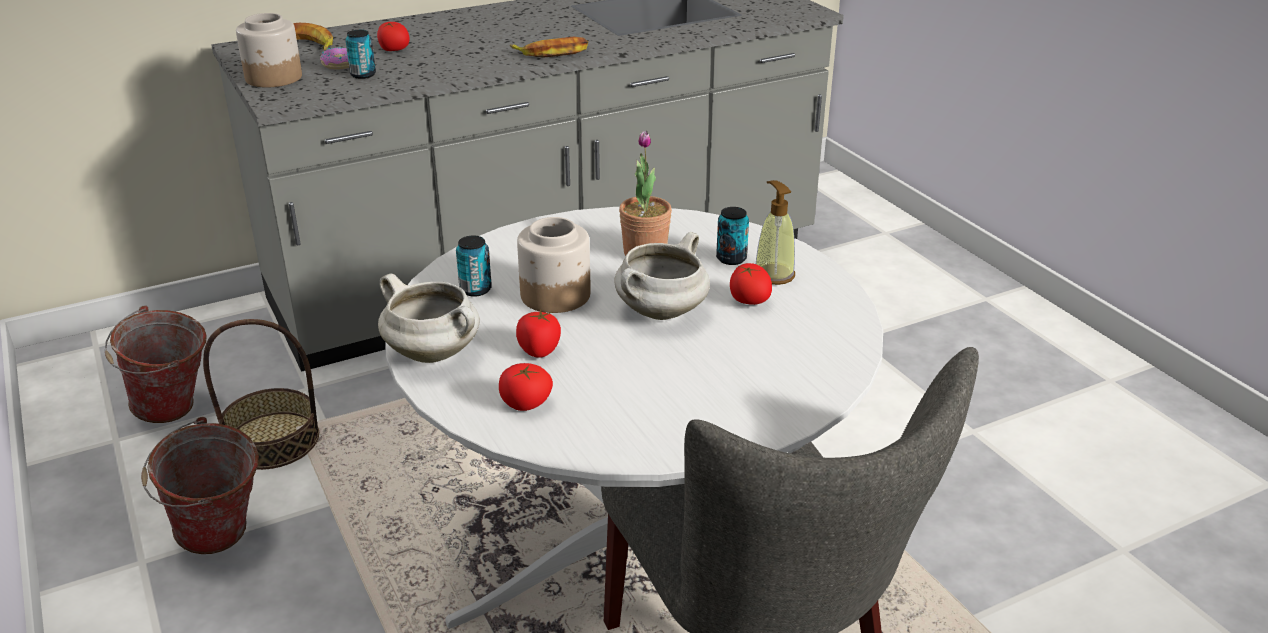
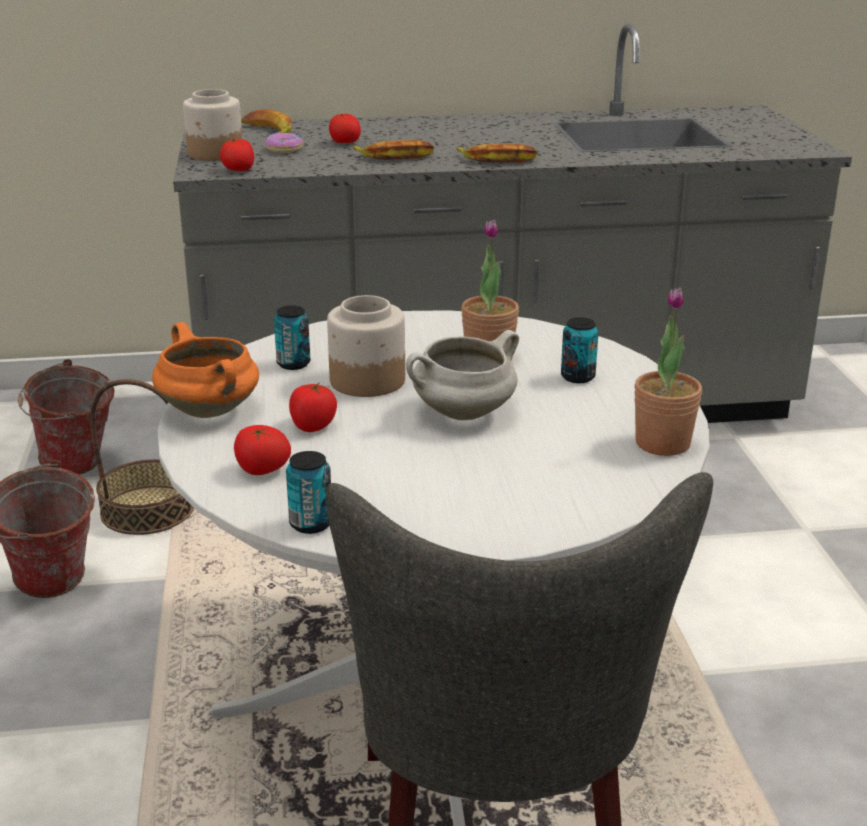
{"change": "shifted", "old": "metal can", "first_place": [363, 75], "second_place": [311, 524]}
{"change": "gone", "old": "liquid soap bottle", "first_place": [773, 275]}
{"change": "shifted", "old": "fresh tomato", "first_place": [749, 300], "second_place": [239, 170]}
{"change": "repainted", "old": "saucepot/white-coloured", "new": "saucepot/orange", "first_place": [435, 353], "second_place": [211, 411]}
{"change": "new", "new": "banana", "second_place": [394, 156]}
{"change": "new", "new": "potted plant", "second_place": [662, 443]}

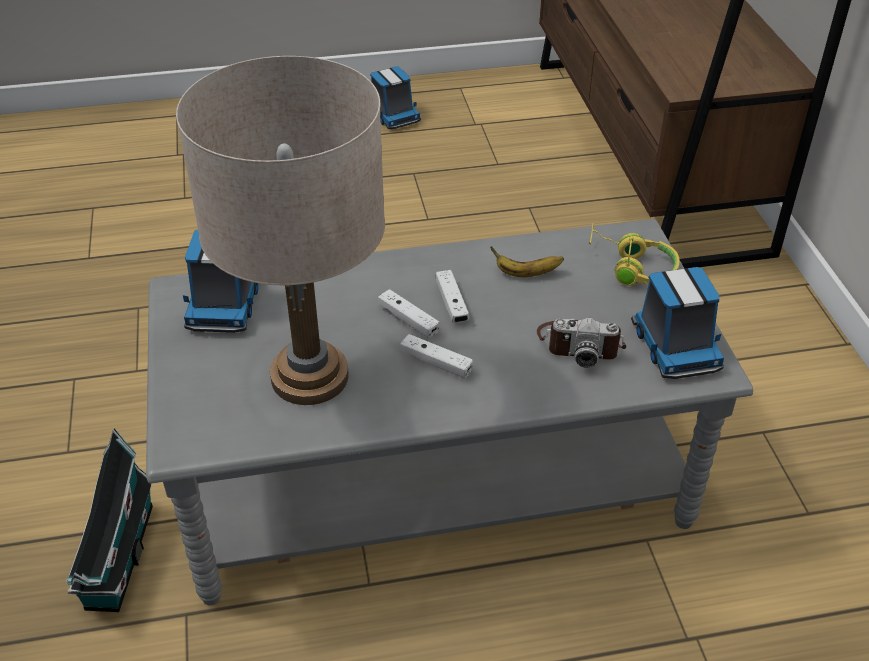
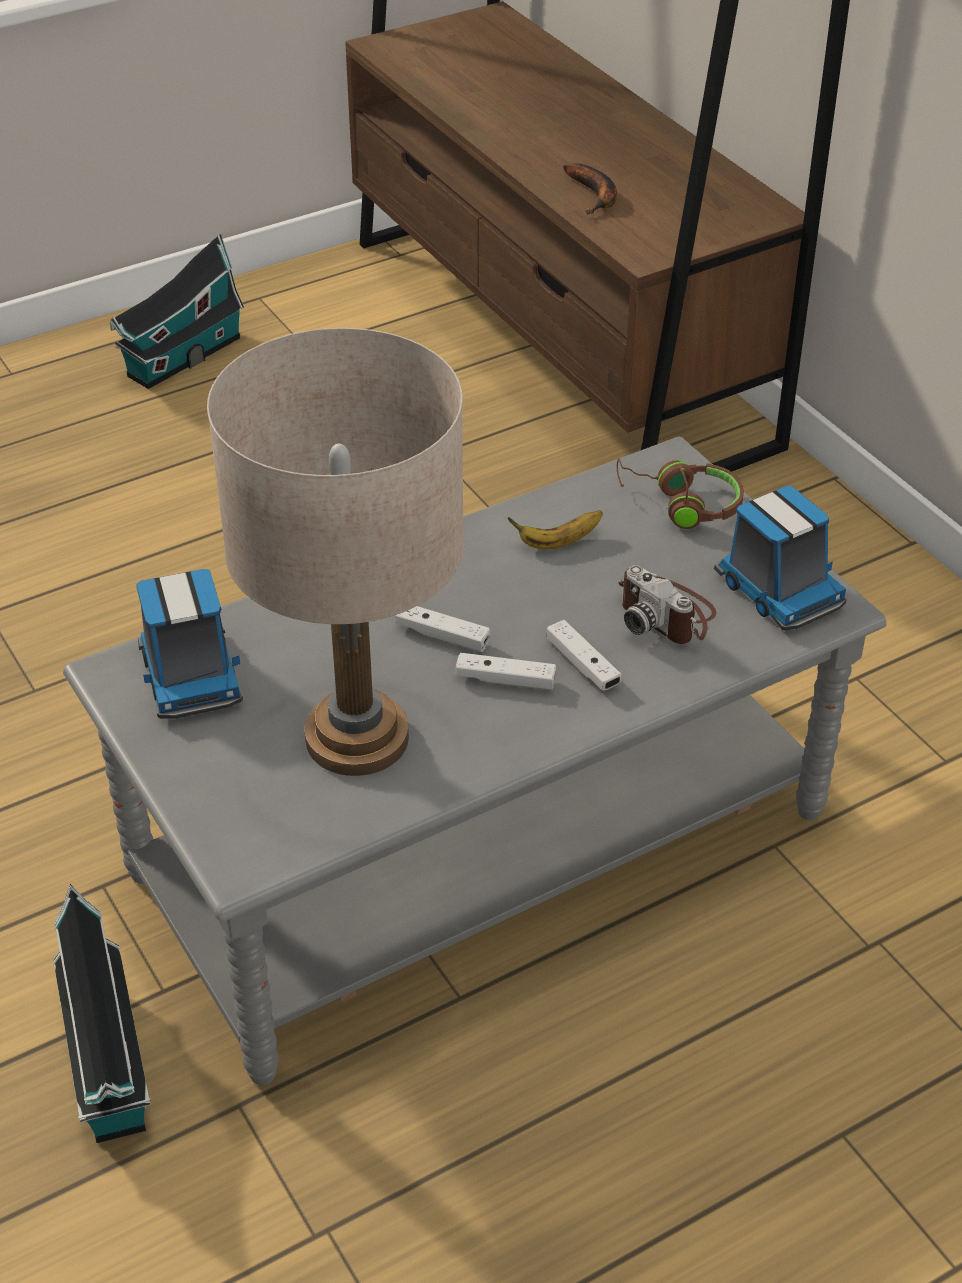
{"change": "swapped", "old": "toy truck", "new": "miniature house", "first_place": [393, 115], "second_place": [180, 359]}
{"change": "repainted", "old": "headset/yellowish", "new": "headset/brown-coloured", "first_place": [631, 267], "second_place": [681, 504]}
{"change": "shifted", "old": "joypad/white-coloured", "first_place": [451, 303], "second_place": [582, 665]}
{"change": "rotated", "old": "still camera", "first_place": [580, 344], "second_place": [666, 614], "degrees": 60}
{"change": "new", "new": "banana", "second_place": [595, 195]}

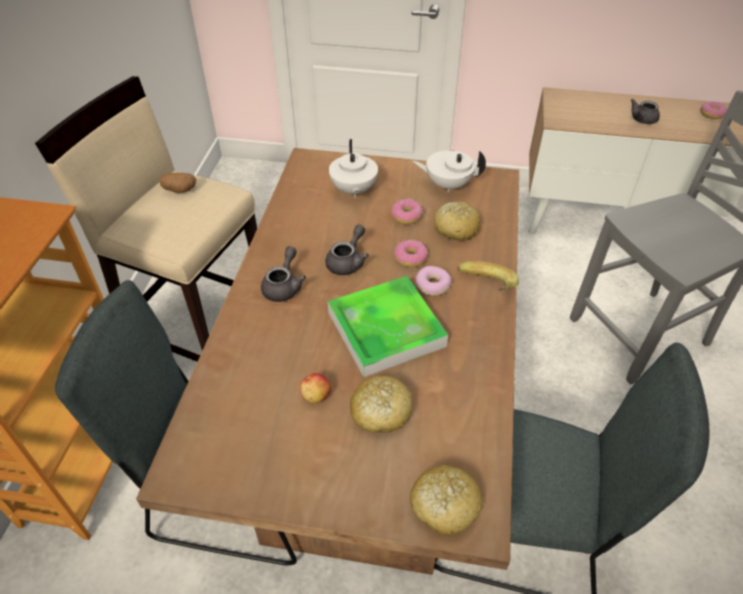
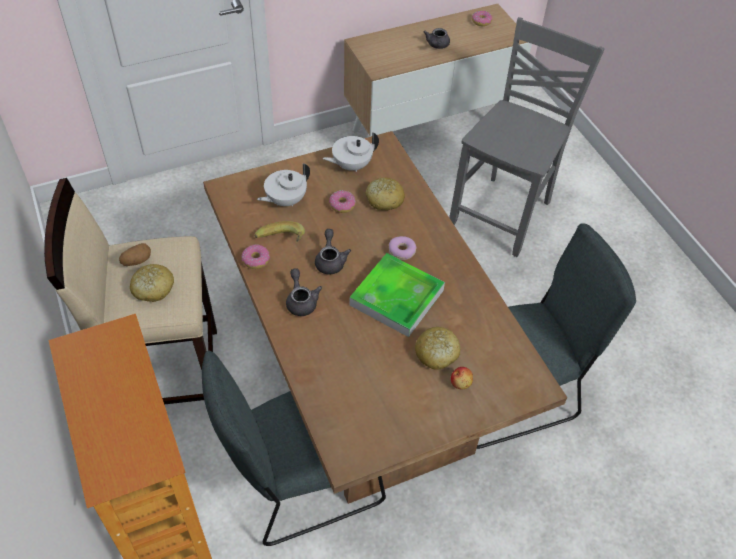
{"change": "rotated", "old": "pot for tea/white-coloured", "first_place": [353, 190], "second_place": [285, 200], "degrees": 90}
{"change": "shifted", "old": "doughnut", "first_place": [410, 258], "second_place": [256, 260]}
{"change": "shifted", "old": "banana", "first_place": [485, 289], "second_place": [282, 243]}
{"change": "shifted", "old": "whole apple", "first_place": [316, 395], "second_place": [461, 383]}
{"change": "shifted", "old": "baked bread", "first_place": [444, 505], "second_place": [153, 288]}

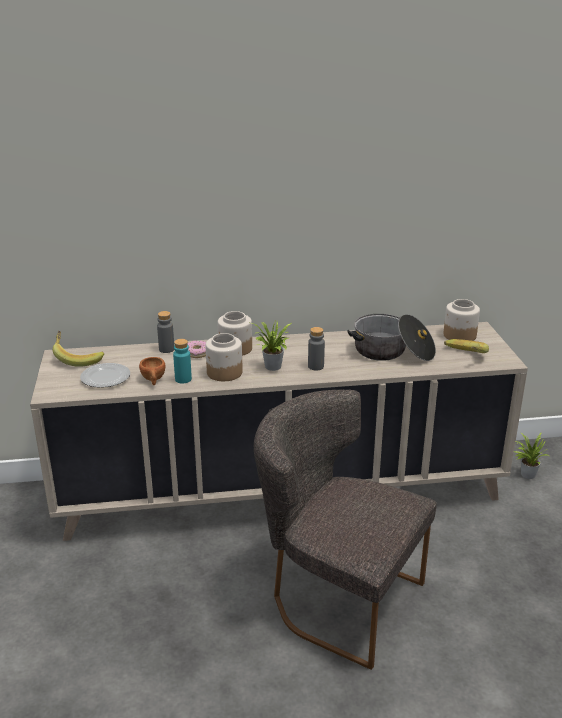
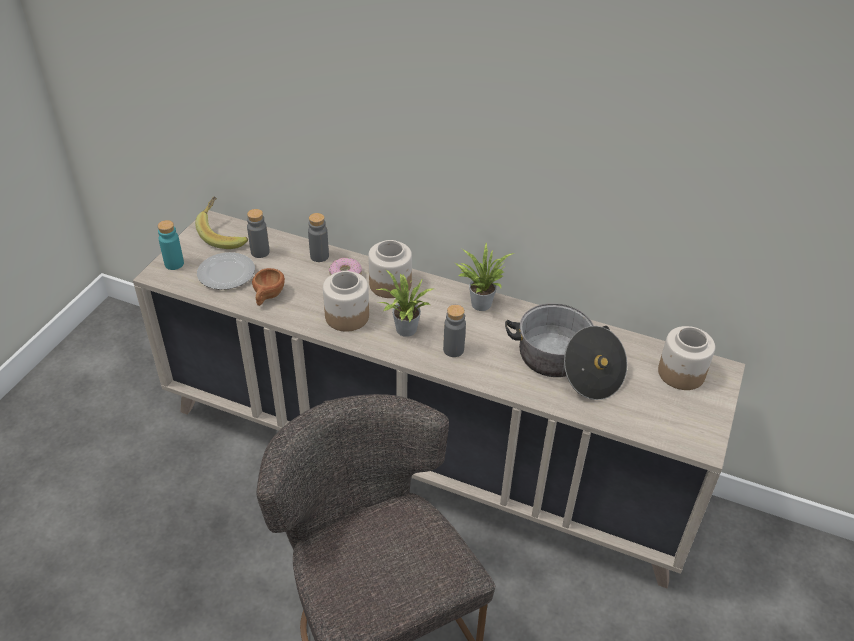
{"change": "shifted", "old": "beverage bottle/turquoise", "first_place": [183, 379], "second_place": [174, 264]}
{"change": "gone", "old": "banana", "first_place": [463, 357]}
{"change": "shifted", "old": "potted plant", "first_place": [526, 474], "second_place": [479, 302]}
{"change": "new", "new": "beverage bottle/grey", "second_place": [260, 252]}

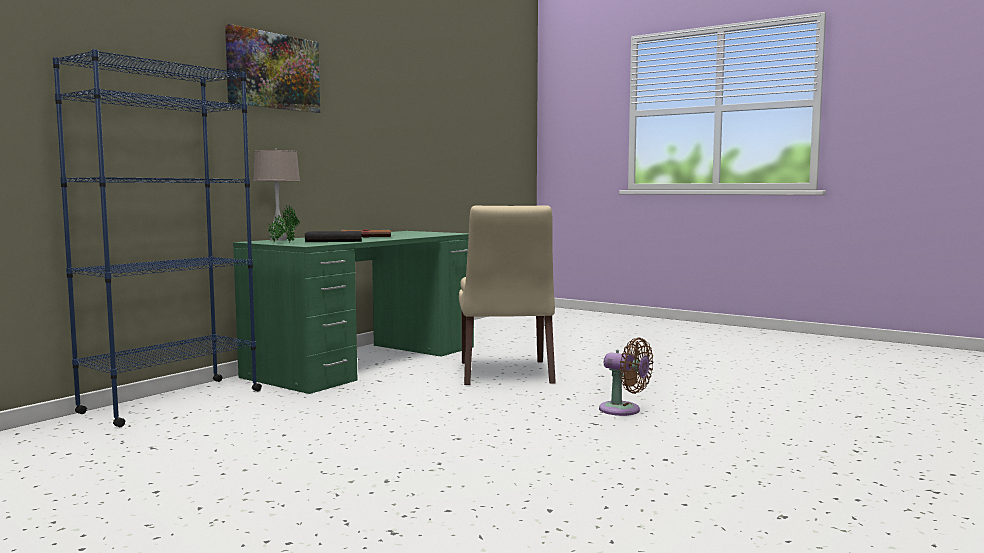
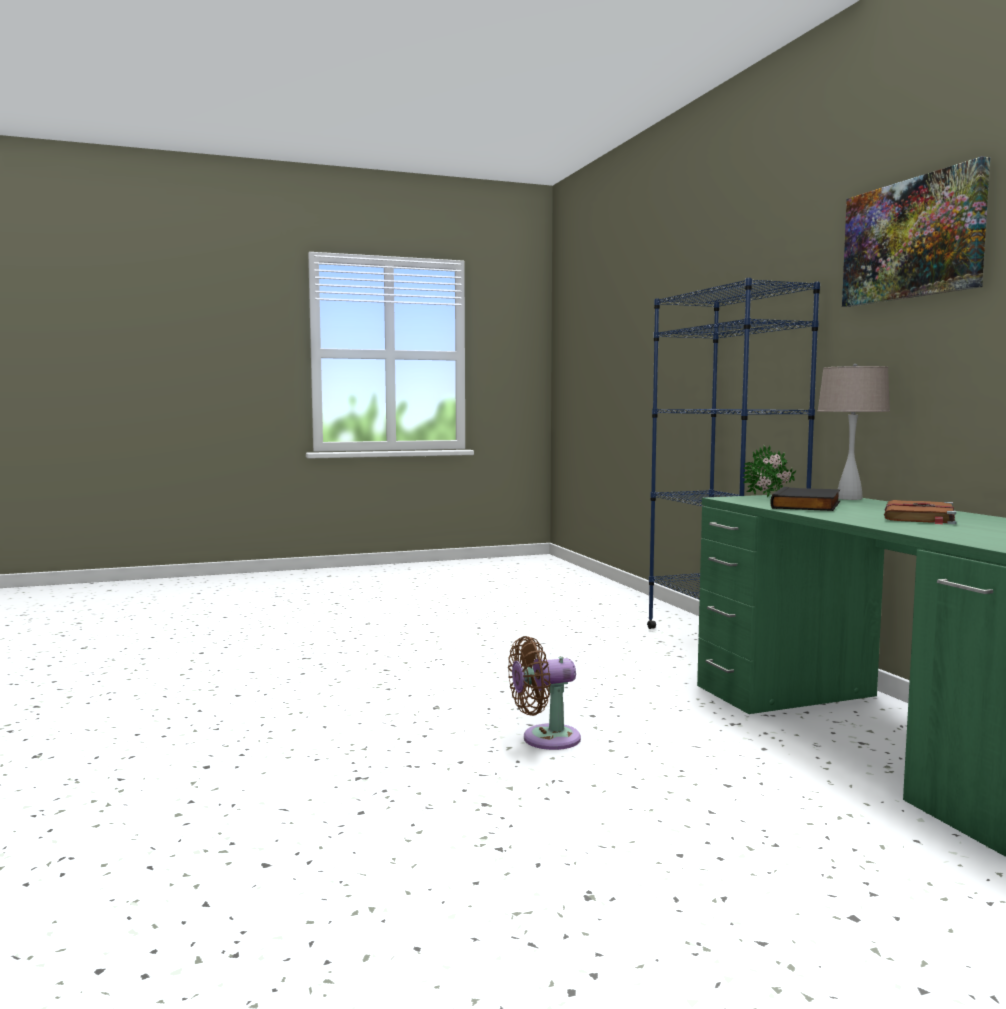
{"change": "gone", "old": "chair/beige", "first_place": [506, 374]}
{"change": "shifted", "old": "electric fan/brown-coloured", "first_place": [623, 410], "second_place": [545, 739]}

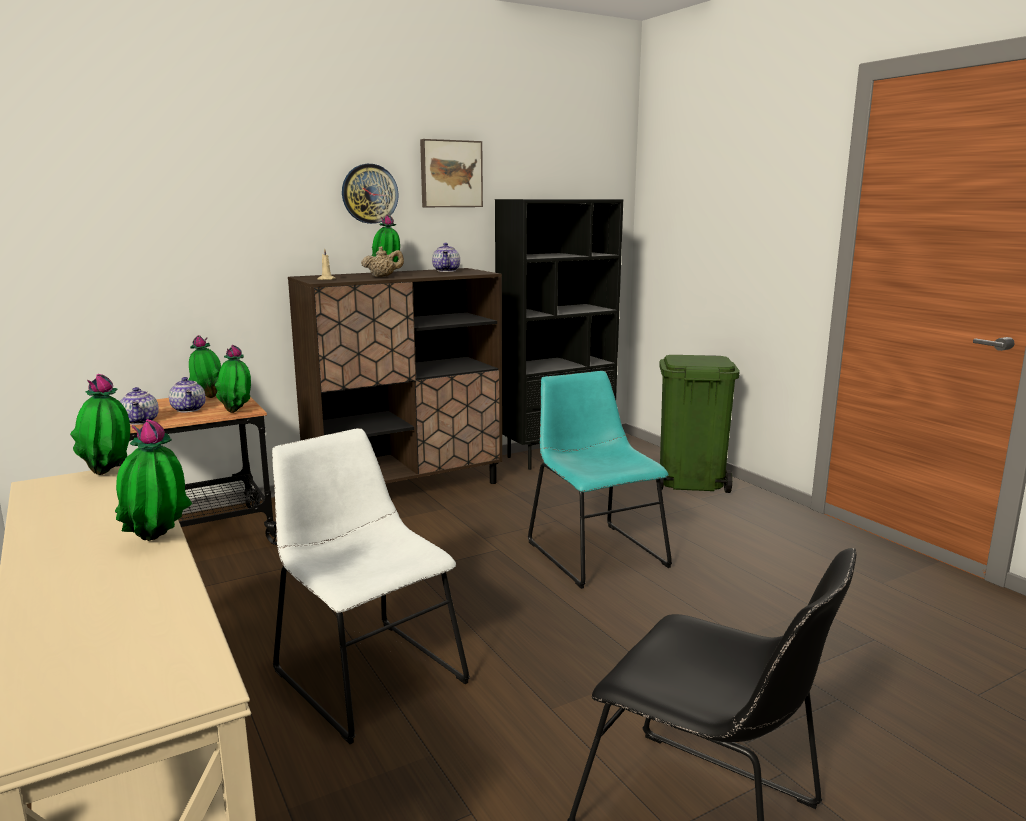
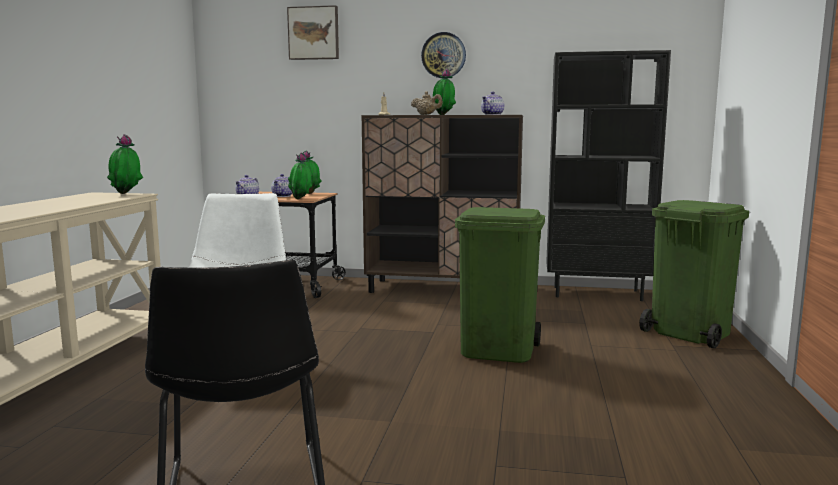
{"change": "shifted", "old": "picture", "first_place": [450, 174], "second_place": [314, 33]}
{"change": "swapped", "old": "chair/turquoise", "new": "waste bin/green-coloured", "first_place": [593, 551], "second_place": [498, 351]}
{"change": "gone", "old": "potted plant", "first_place": [157, 541]}

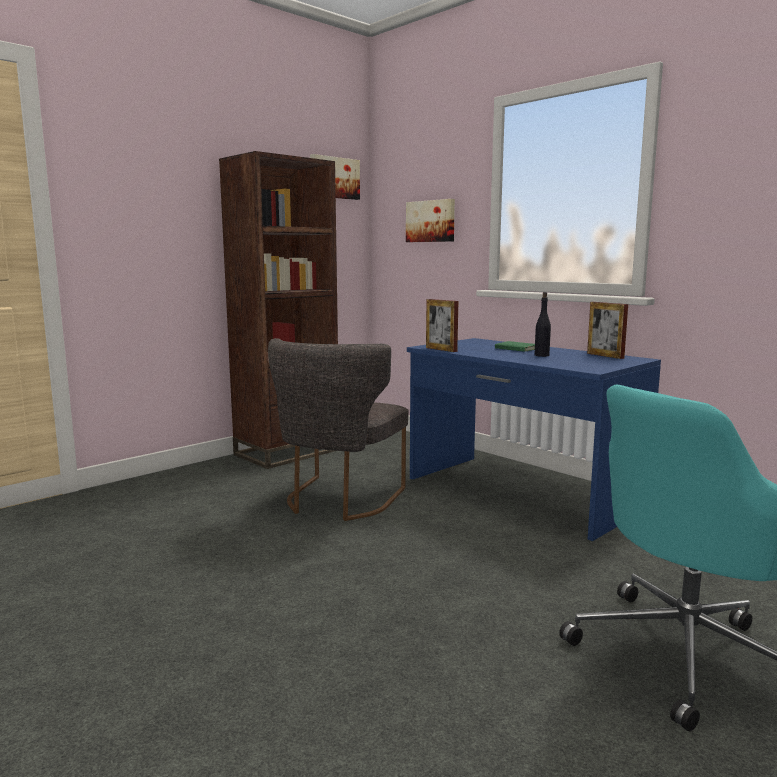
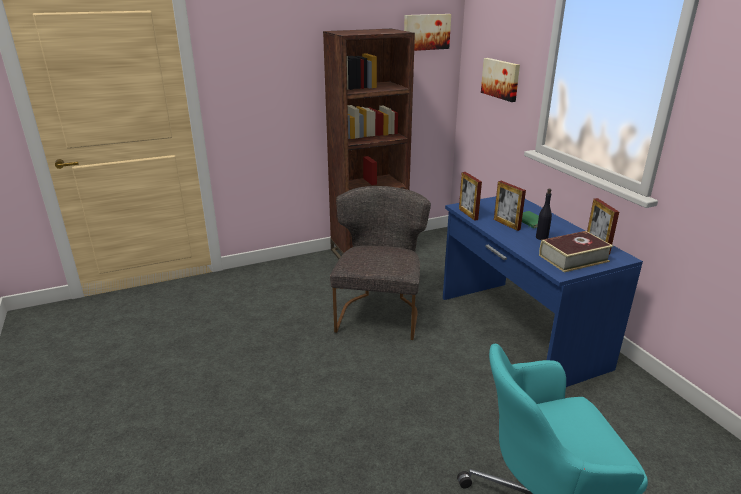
{"change": "rotated", "old": "chair/grey", "first_place": [338, 501], "second_place": [379, 313], "degrees": 150}
{"change": "new", "new": "photo frame", "second_place": [506, 224]}
{"change": "new", "new": "book", "second_place": [573, 258]}

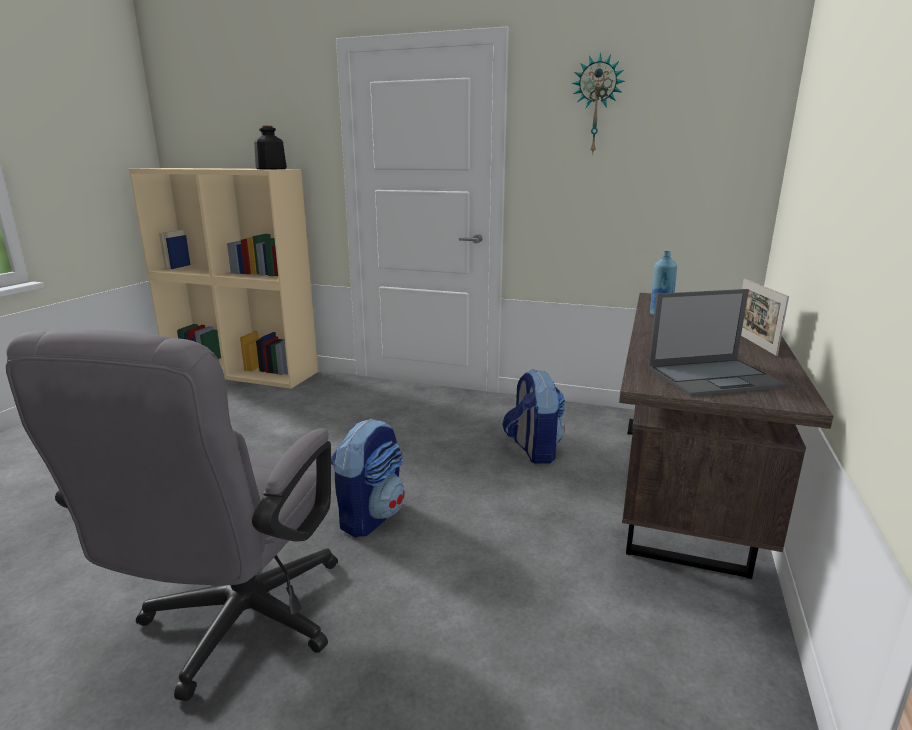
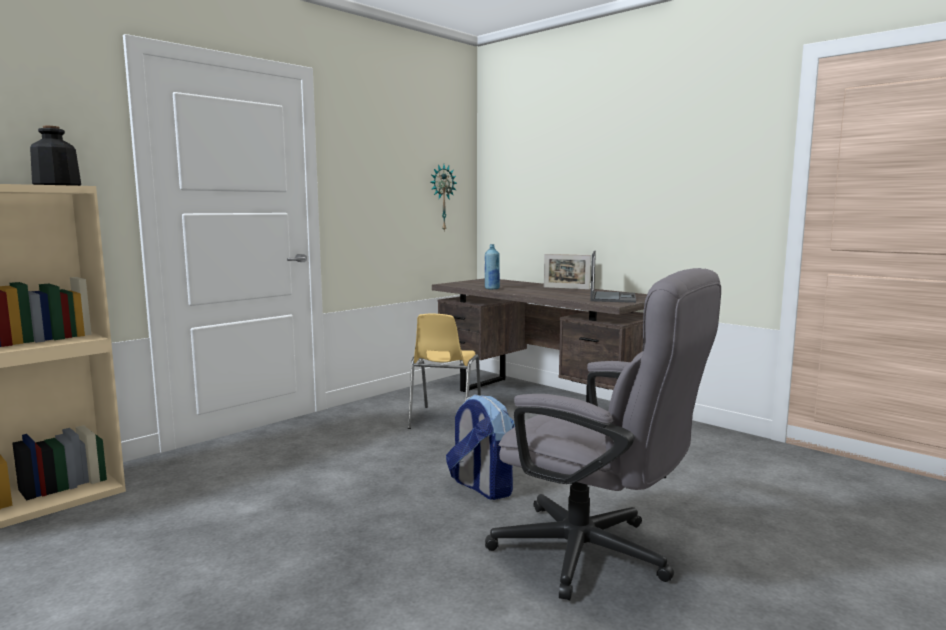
{"change": "shifted", "old": "clock on the wall", "first_place": [596, 105], "second_place": [442, 197]}
{"change": "swapped", "old": "rucksack", "new": "chair/yellowish", "first_place": [533, 450], "second_place": [444, 420]}

